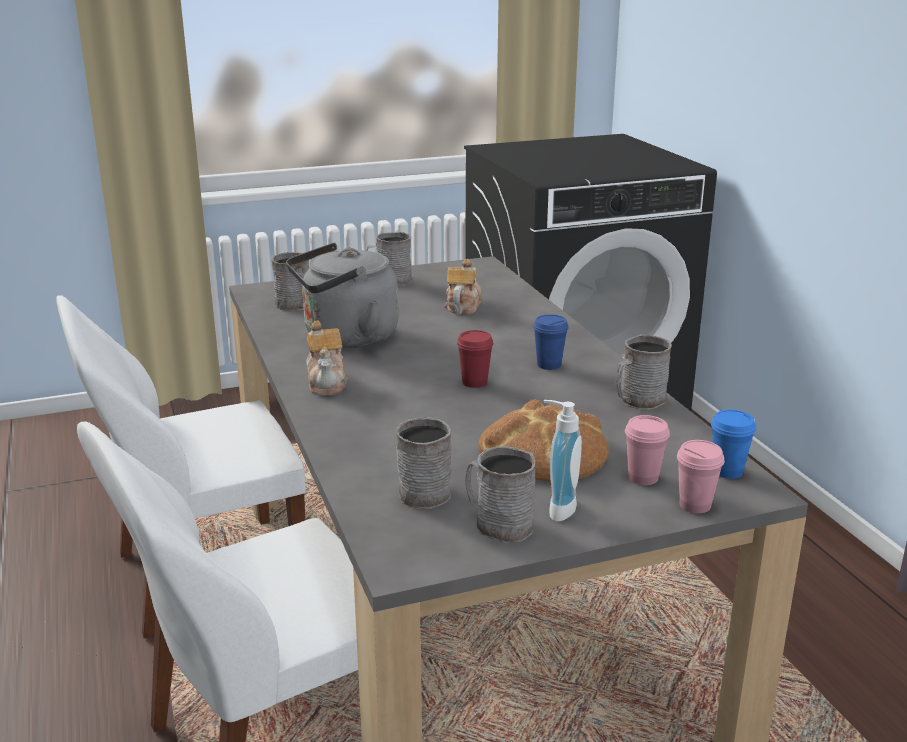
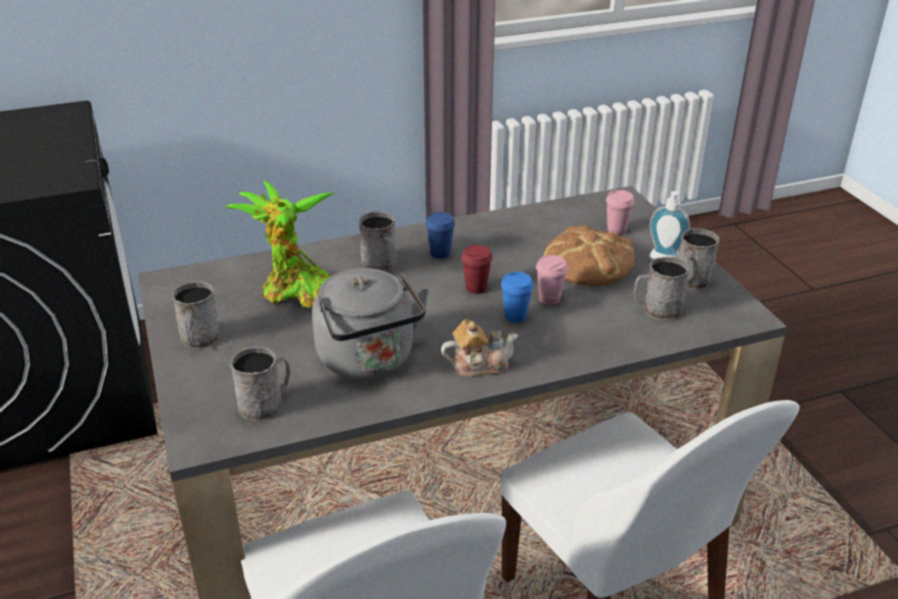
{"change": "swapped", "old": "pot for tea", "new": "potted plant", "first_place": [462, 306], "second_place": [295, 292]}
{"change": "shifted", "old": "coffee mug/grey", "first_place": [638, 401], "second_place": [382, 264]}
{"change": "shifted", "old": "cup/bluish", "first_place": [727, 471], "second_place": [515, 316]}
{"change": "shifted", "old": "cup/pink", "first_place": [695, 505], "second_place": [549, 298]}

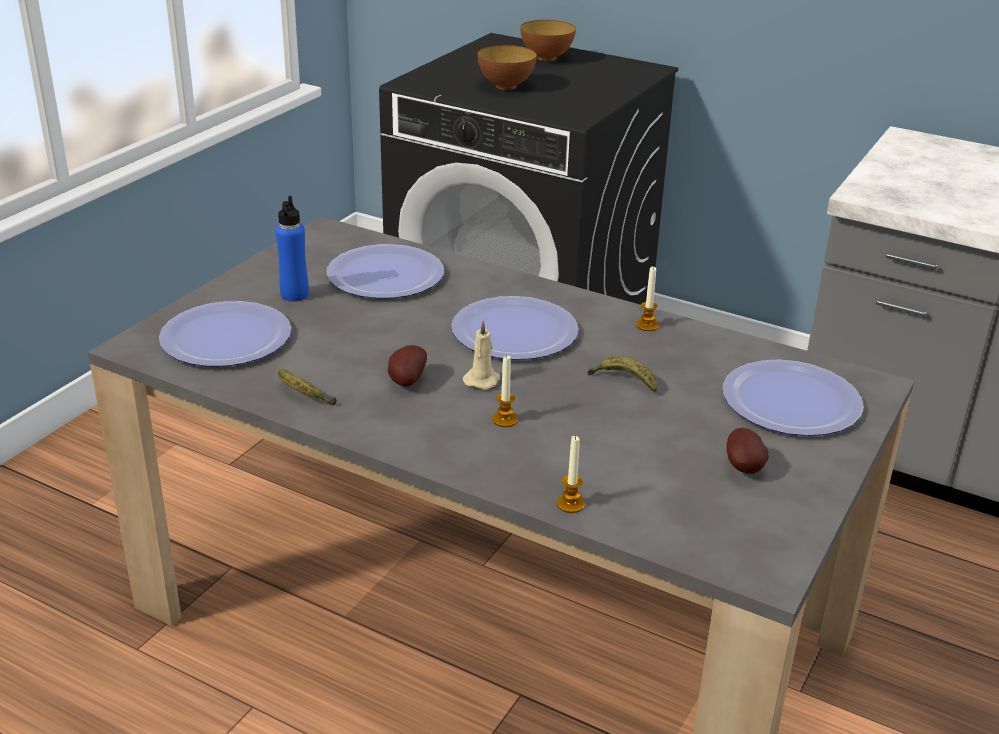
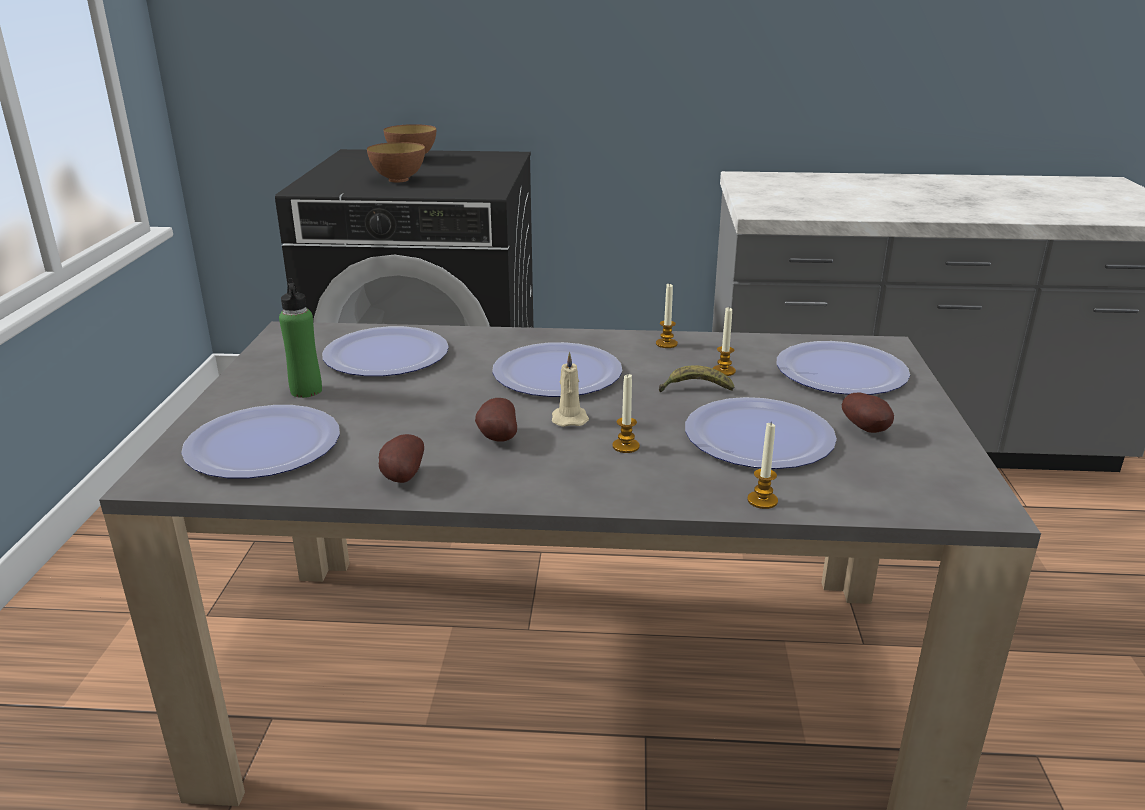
{"change": "repainted", "old": "beverage bottle/bluish", "new": "beverage bottle/green-coloured", "first_place": [294, 295], "second_place": [306, 391]}
{"change": "swapped", "old": "banana", "new": "potato", "first_place": [302, 395], "second_place": [401, 477]}
{"change": "new", "new": "candle", "second_place": [723, 371]}
{"change": "new", "new": "dinner plate", "second_place": [758, 436]}

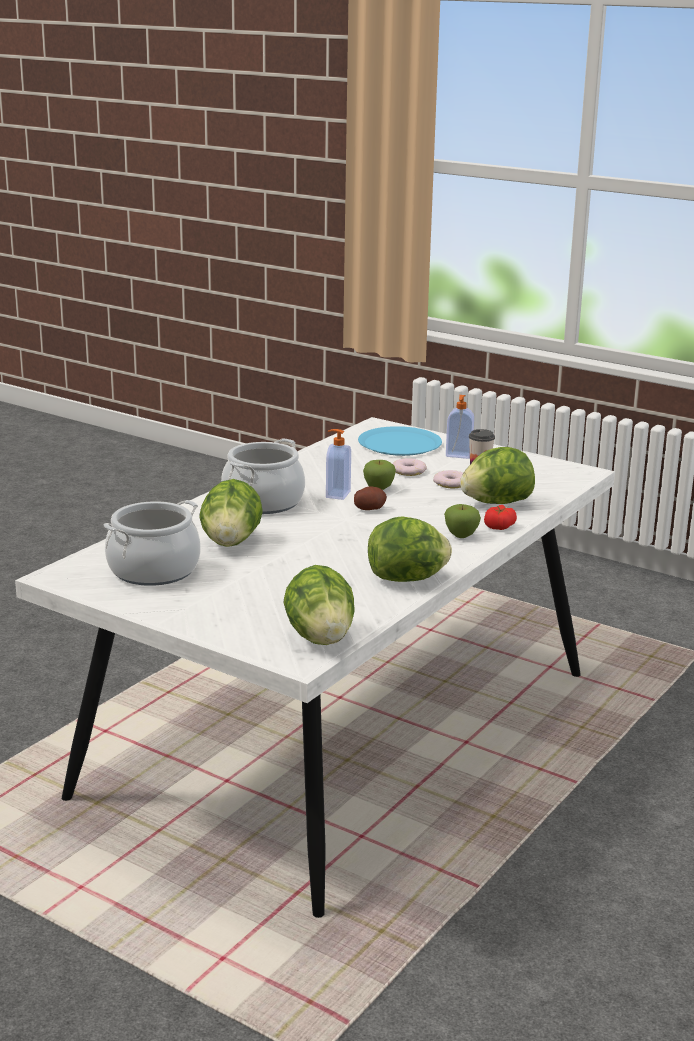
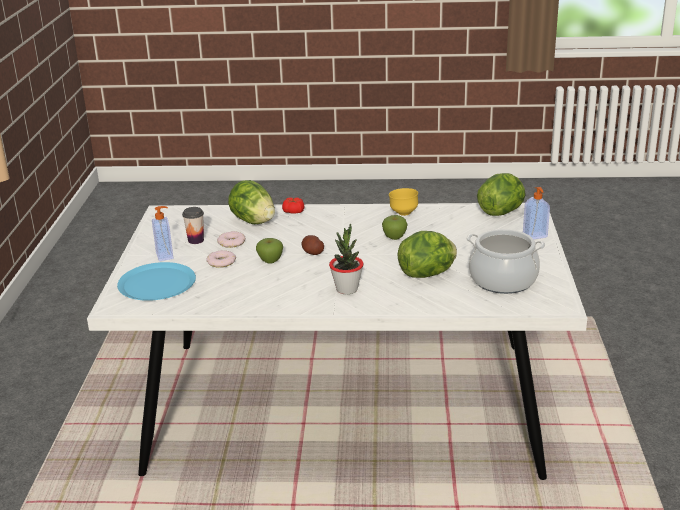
{"change": "shifted", "old": "liquid soap bottle", "first_place": [337, 494], "second_place": [535, 236]}
{"change": "swapped", "old": "saucepot", "new": "potted plant", "first_place": [263, 502], "second_place": [347, 289]}
{"change": "shifted", "old": "whole apple", "first_place": [461, 535], "second_place": [394, 237]}
{"change": "swapped", "old": "head of lettuce", "new": "serving bowl/yellowish", "first_place": [408, 579], "second_place": [403, 213]}

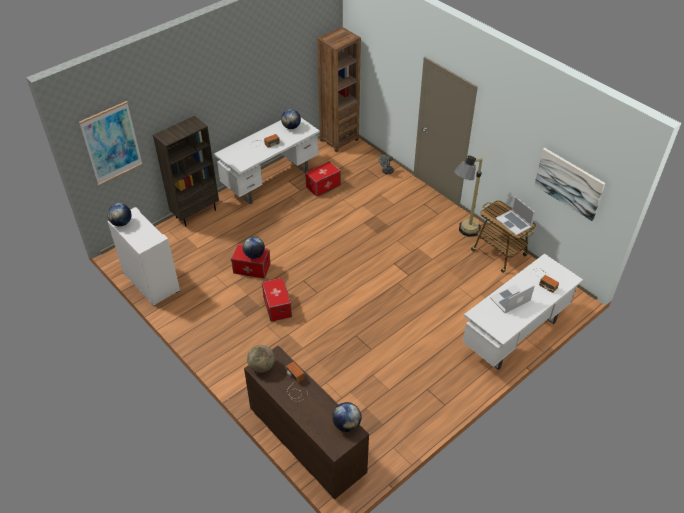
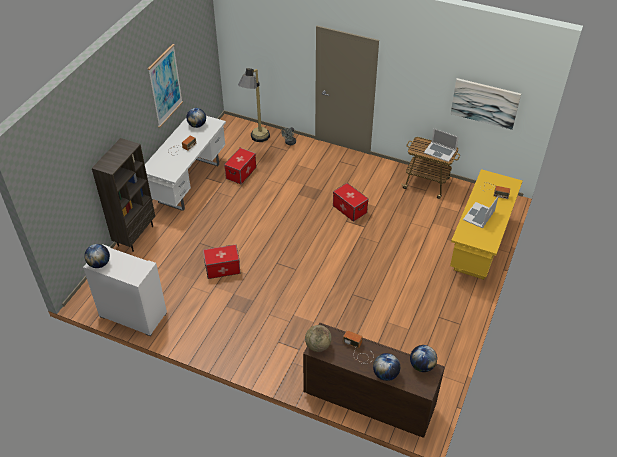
{"change": "gone", "old": "bookcase/brown-coloured", "first_place": [339, 140]}
{"change": "shifted", "old": "picture", "first_place": [111, 143], "second_place": [165, 86]}
{"change": "shifted", "old": "standing lamp", "first_place": [462, 234], "second_place": [256, 141]}
{"change": "shifted", "old": "world globe", "first_place": [254, 255], "second_place": [385, 374]}
{"change": "repainted", "old": "desk table/white-coloured", "new": "desk table/yellowish", "first_place": [514, 336], "second_place": [479, 247]}
{"change": "shifted", "old": "storage box", "first_place": [277, 306], "second_place": [350, 209]}

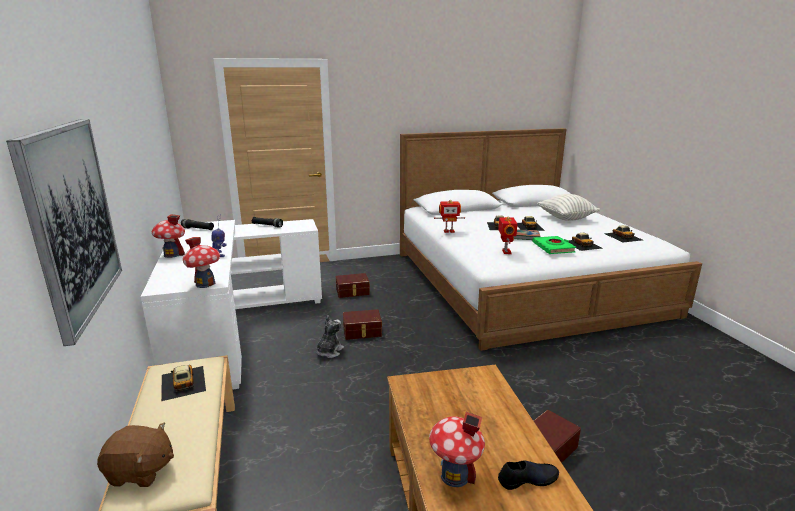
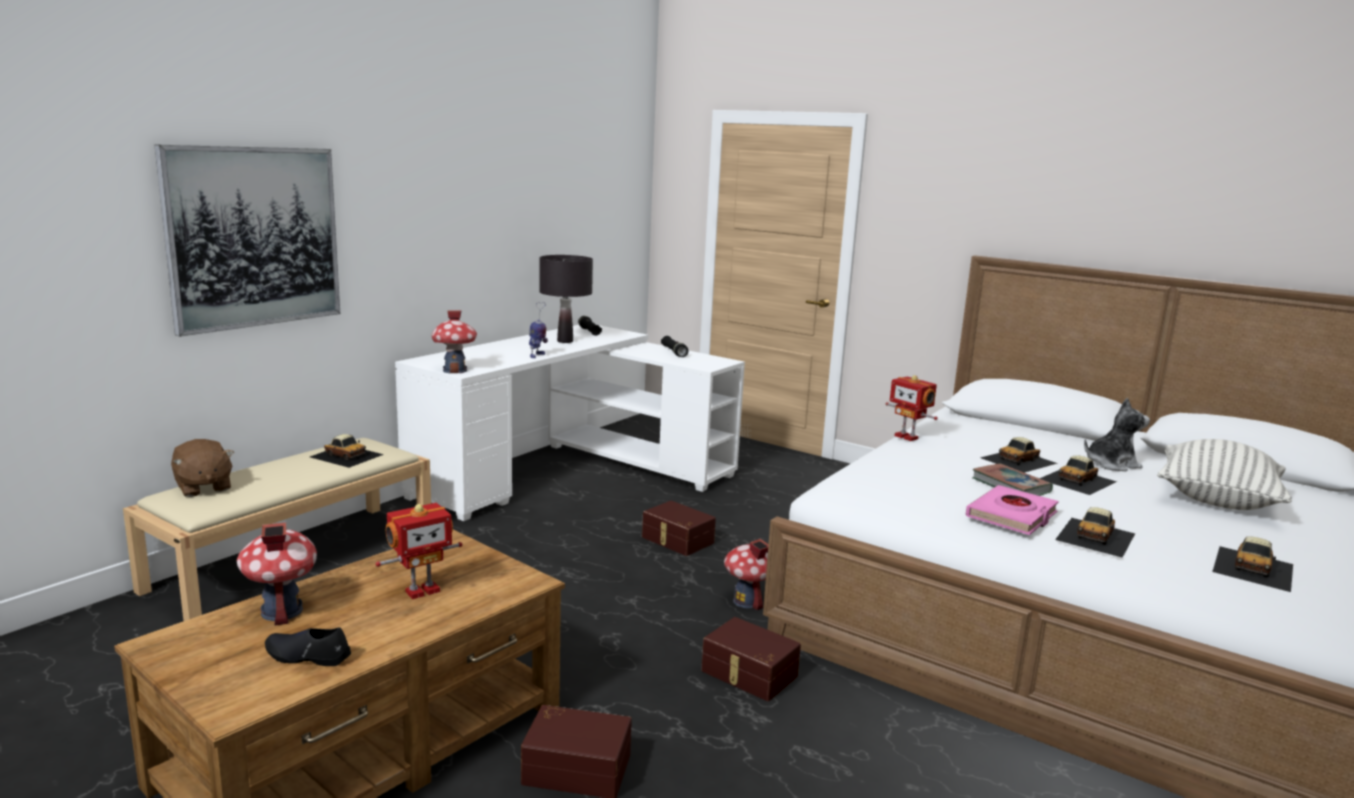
{"change": "shifted", "old": "miniature house", "first_place": [172, 254], "second_place": [746, 601]}
{"change": "shifted", "old": "robot figure", "first_place": [505, 252], "second_place": [421, 590]}
{"change": "repainted", "old": "book/green-coloured", "new": "book/pink", "first_place": [553, 248], "second_place": [1012, 516]}
{"change": "shifted", "old": "storage box/brown-coloured", "first_place": [353, 292], "second_place": [748, 674]}
{"change": "shifted", "old": "plush toy", "first_place": [329, 352], "second_place": [1111, 464]}
{"change": "rotated", "old": "toy car", "first_place": [183, 382], "second_place": [346, 455], "degrees": 90}
{"change": "rotated", "old": "low shoe/black", "first_place": [527, 479], "second_place": [307, 656], "degrees": 150}
{"change": "new", "new": "tabletop lamp/black", "second_place": [565, 341]}

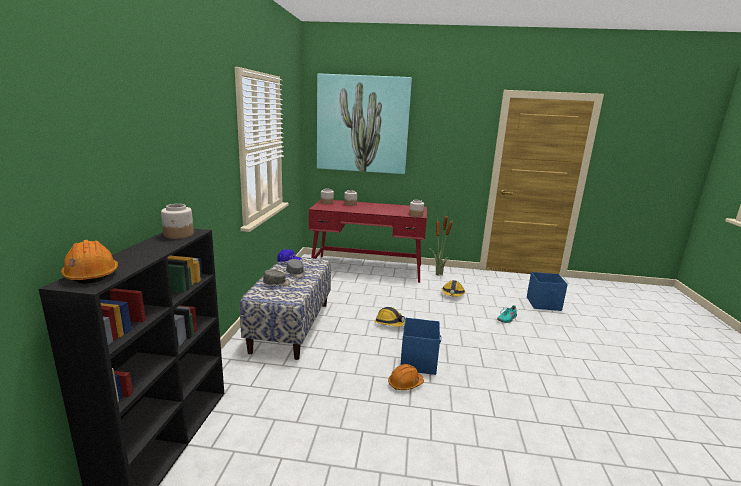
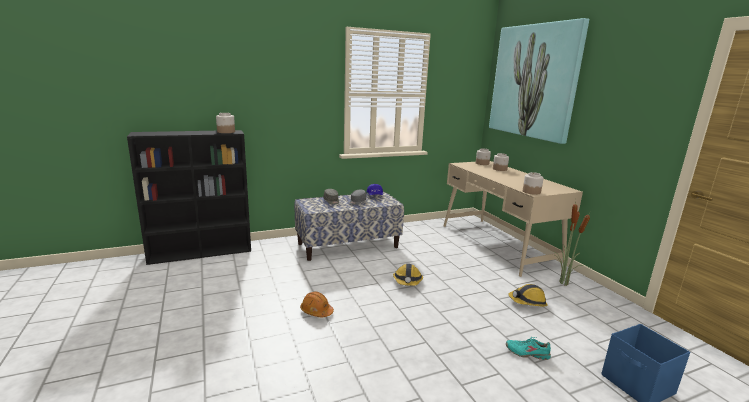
{"change": "repainted", "old": "desk table/reddish", "new": "desk table/beige", "first_place": [367, 268], "second_place": [498, 244]}
{"change": "gone", "old": "hard hat/orange", "first_place": [91, 274]}
{"change": "gone", "old": "storage box/bluish", "first_place": [419, 361]}

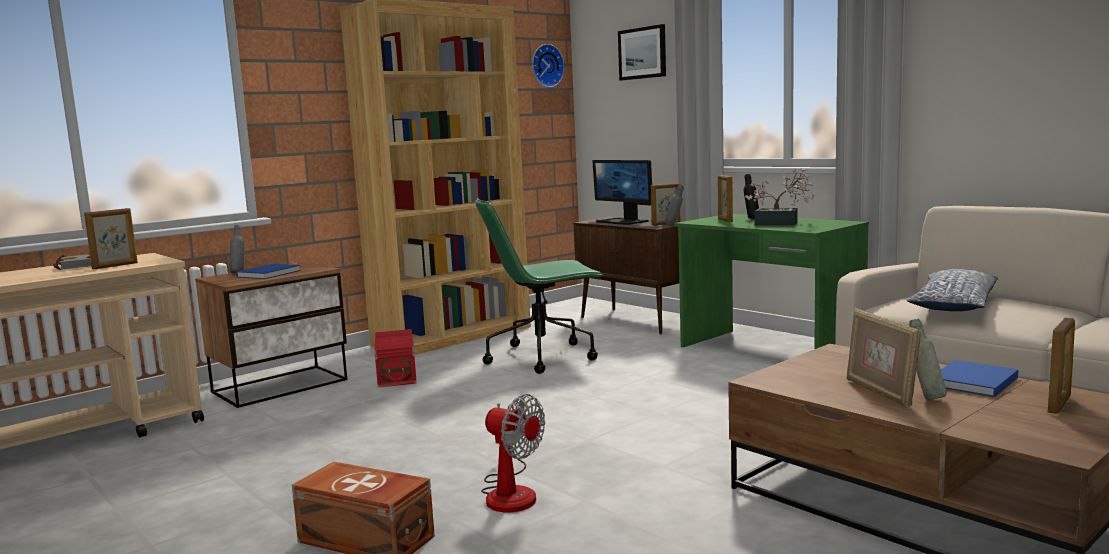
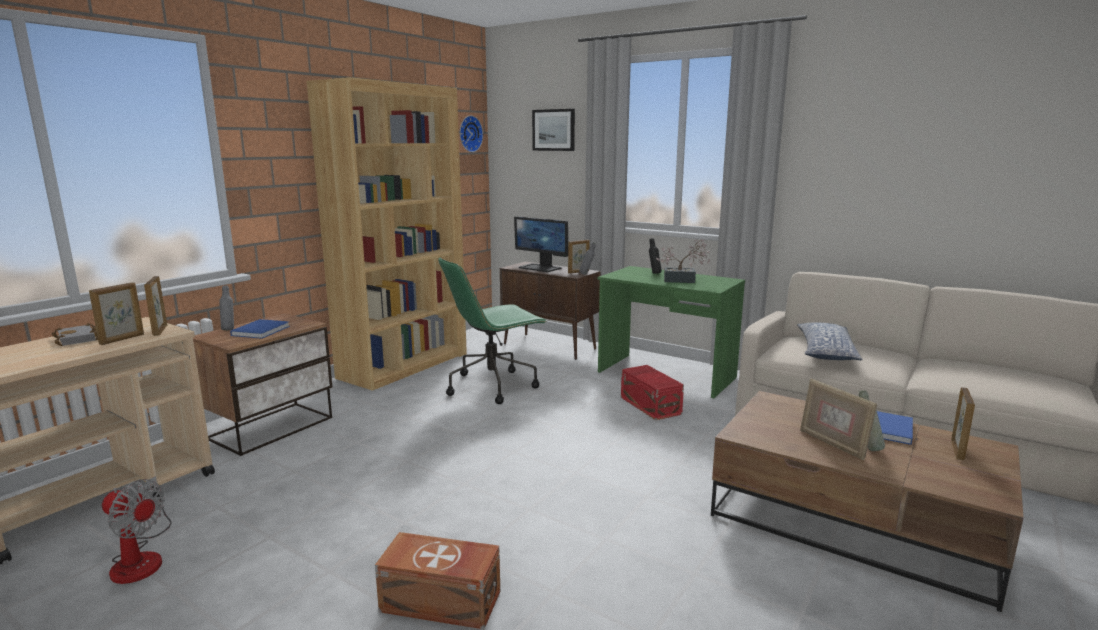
{"change": "shifted", "old": "photo frame", "first_place": [725, 220], "second_place": [160, 330]}
{"change": "shifted", "old": "storage box/reddish", "first_place": [397, 374], "second_place": [650, 405]}
{"change": "shifted", "old": "electric fan", "first_place": [511, 492], "second_place": [141, 558]}

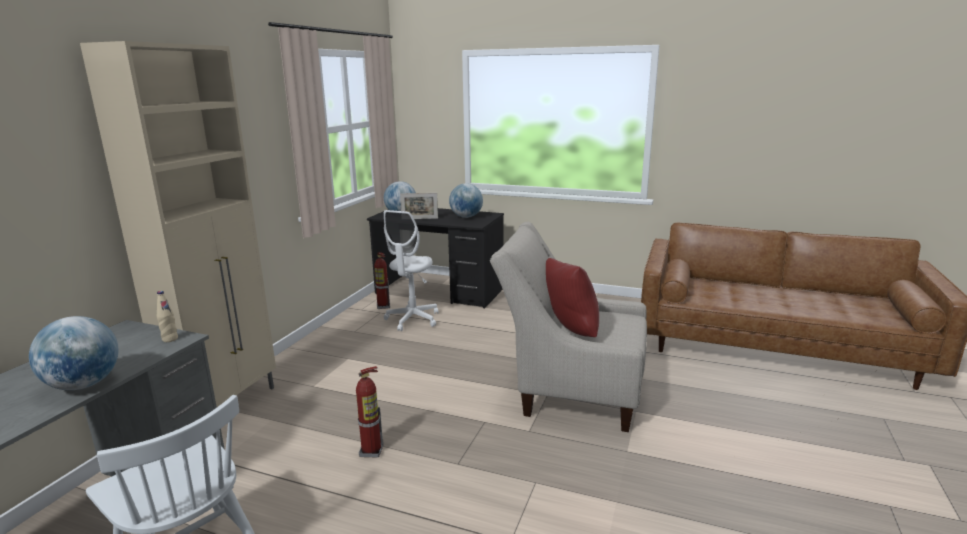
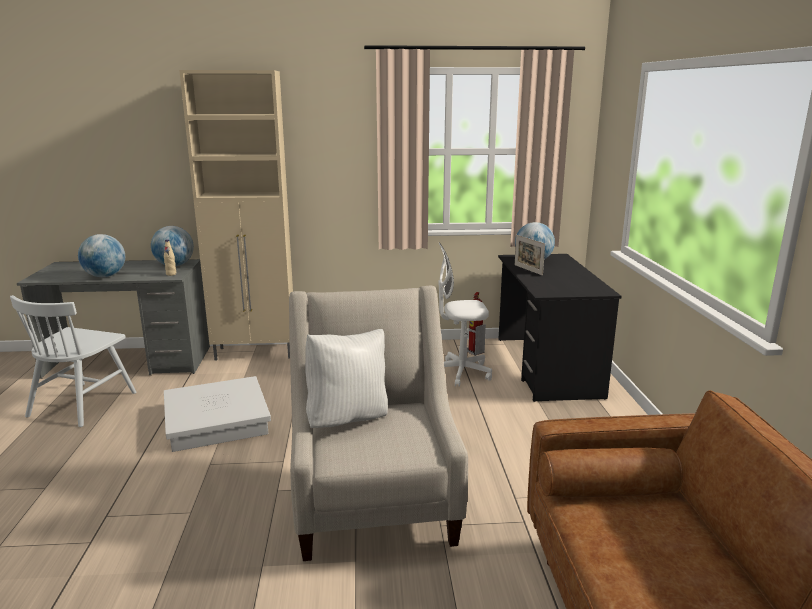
{"change": "shifted", "old": "world globe", "first_place": [466, 217], "second_place": [174, 265]}
{"change": "repainted", "old": "cushion/reddish", "new": "cushion/white-coloured", "first_place": [569, 331], "second_place": [348, 419]}
{"change": "swapped", "old": "fire extinguisher", "new": "storage box/white-coloured", "first_place": [372, 451], "second_place": [217, 421]}

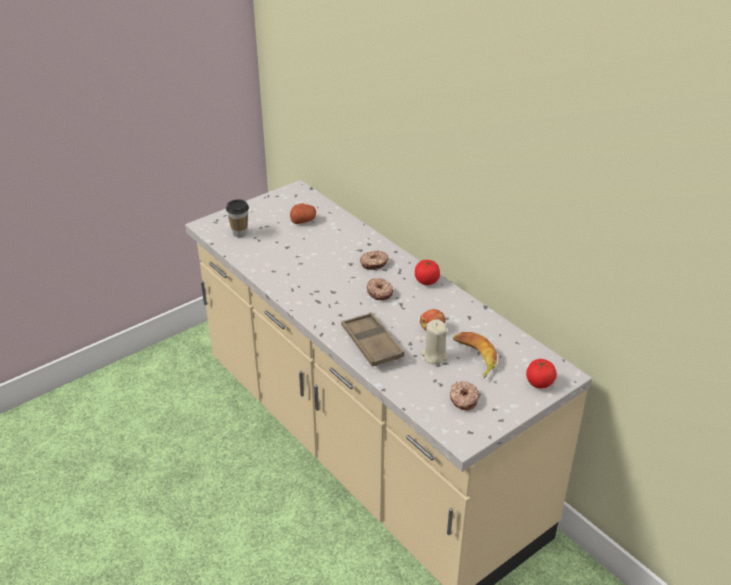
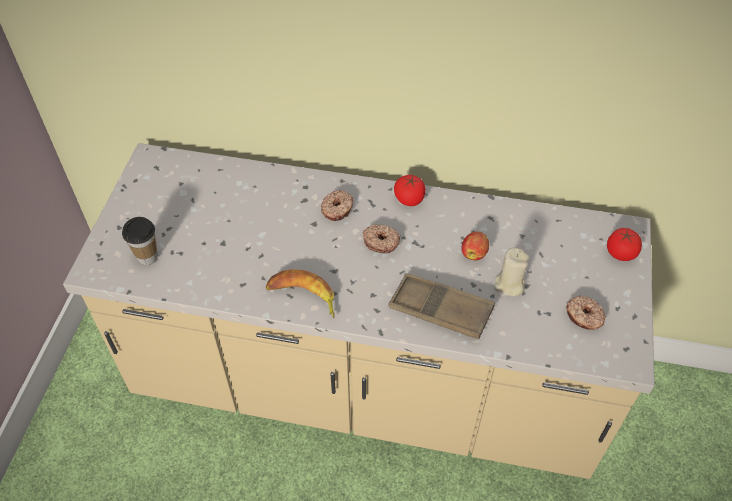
{"change": "gone", "old": "potato", "first_place": [303, 220]}
{"change": "shifted", "old": "banana", "first_place": [474, 357], "second_place": [302, 297]}

